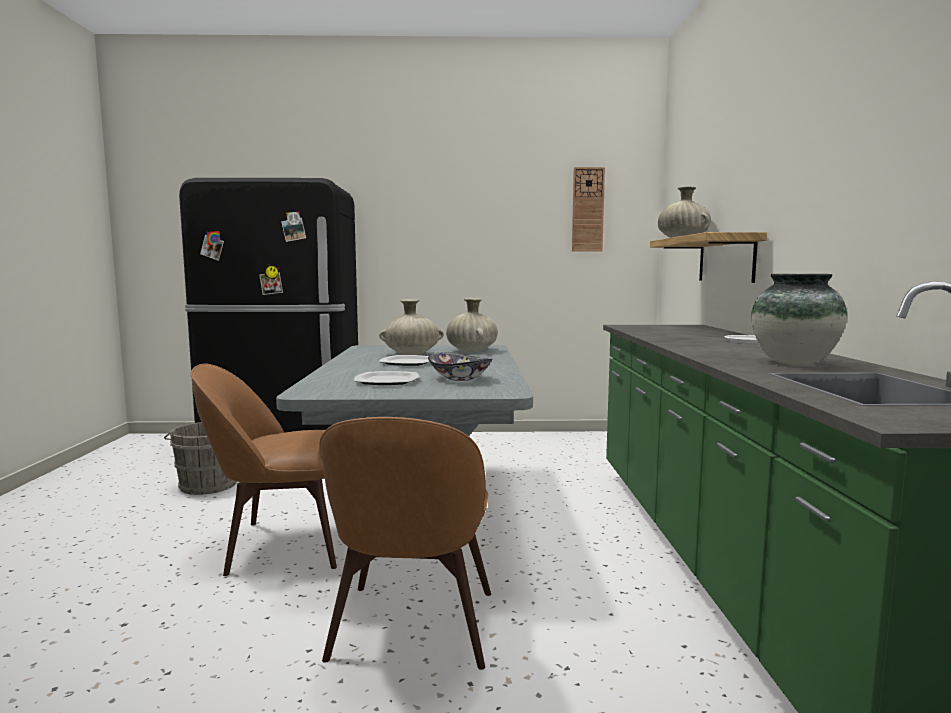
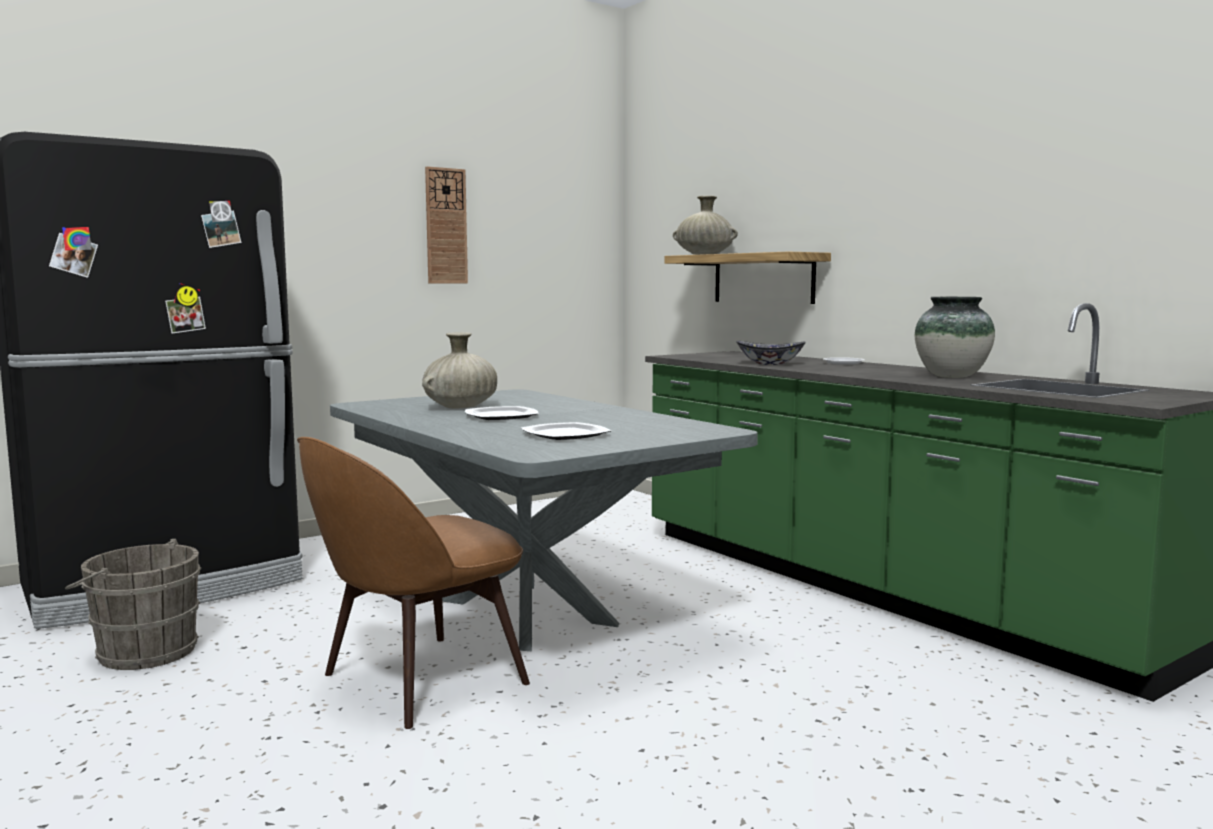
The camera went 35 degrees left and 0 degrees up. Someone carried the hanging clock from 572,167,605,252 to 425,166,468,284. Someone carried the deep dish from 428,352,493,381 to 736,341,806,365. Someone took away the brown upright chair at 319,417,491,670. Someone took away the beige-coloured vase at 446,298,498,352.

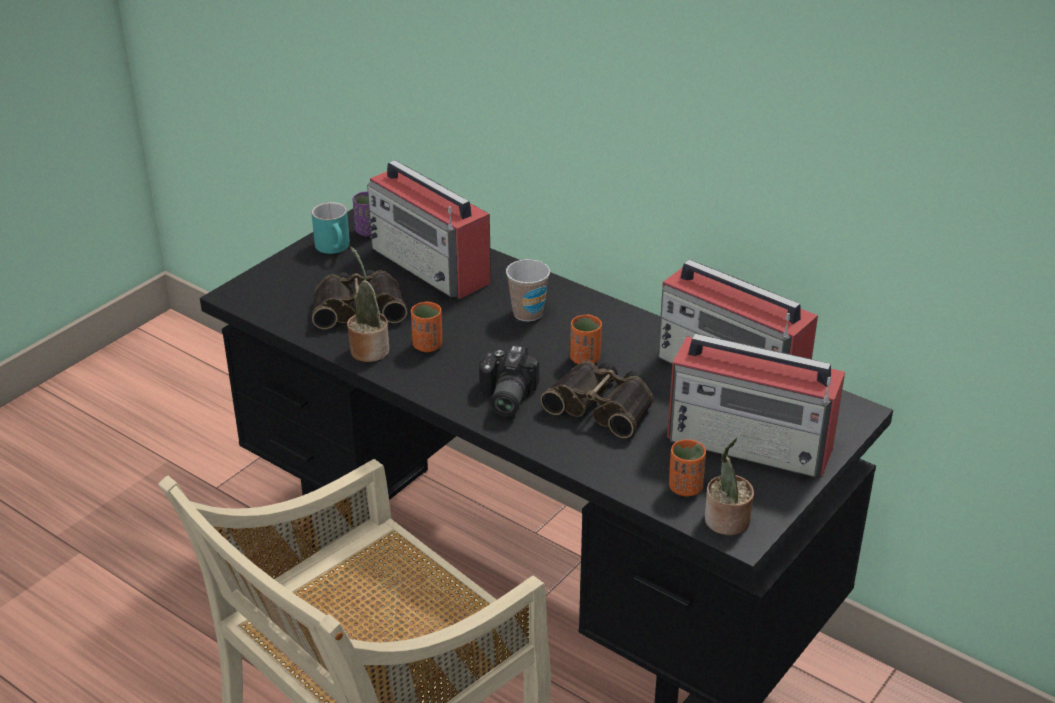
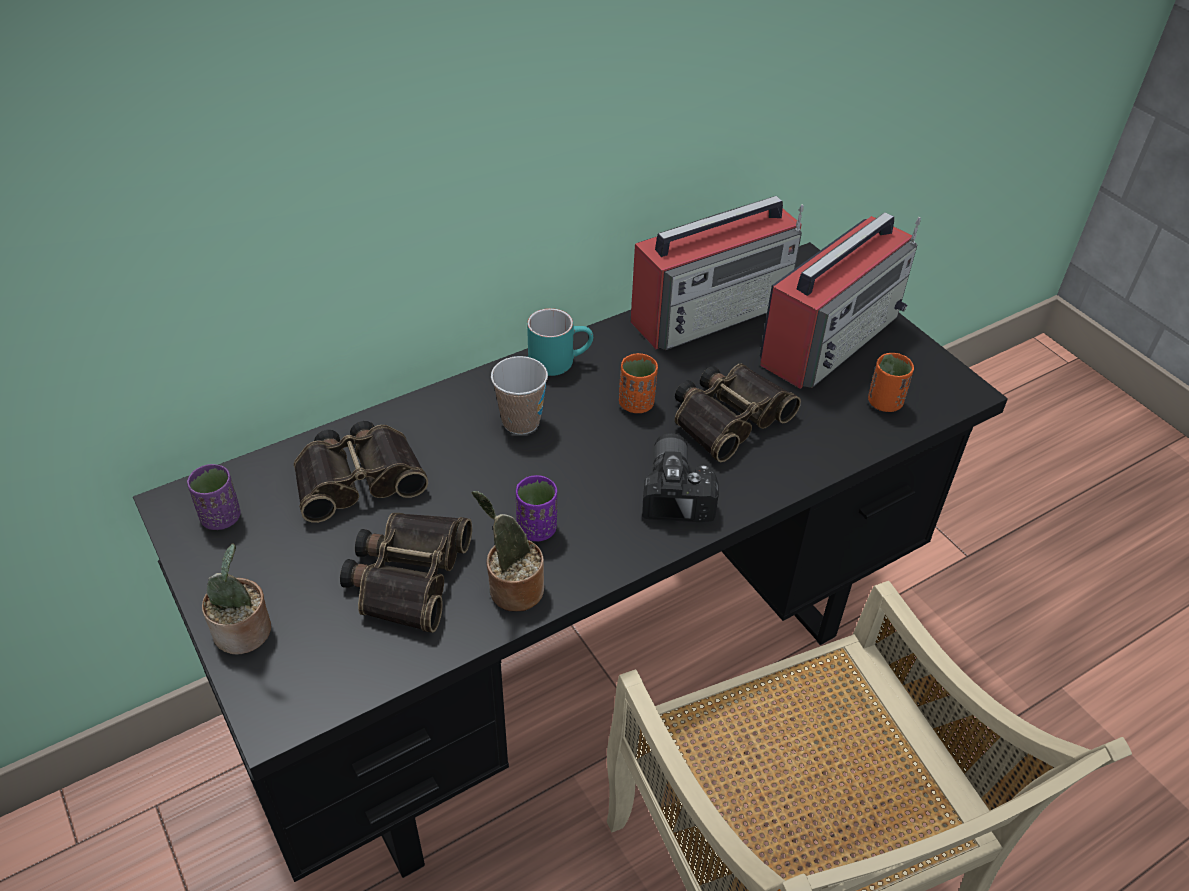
The camera went 70 degrees left and 10 degrees up. Someone carried the potted plant from 705,437,754,535 to 202,543,271,655. Someone swapped the radio at 367,160,491,299 for the pair of binoculars at 294,421,428,523. Someone repainted the orange cup at 411,301,442,352, which became the purple cup at 516,475,557,542. Someone carried the turquoise coffee mug from 311,202,350,254 to 527,308,593,376. Someone rotated the photo camera at 479,345,539,417 by 120 degrees counterclockwise.

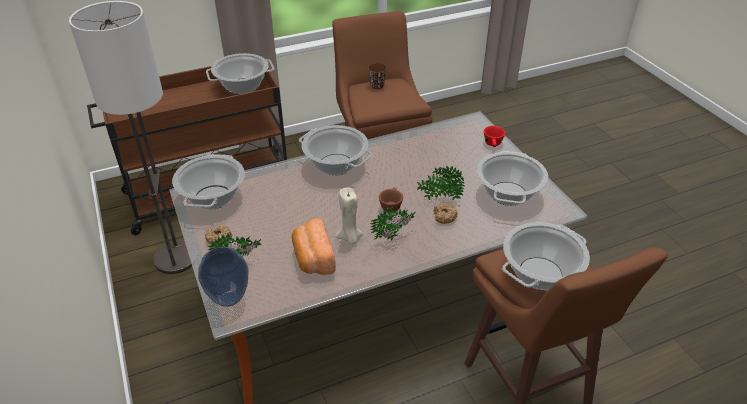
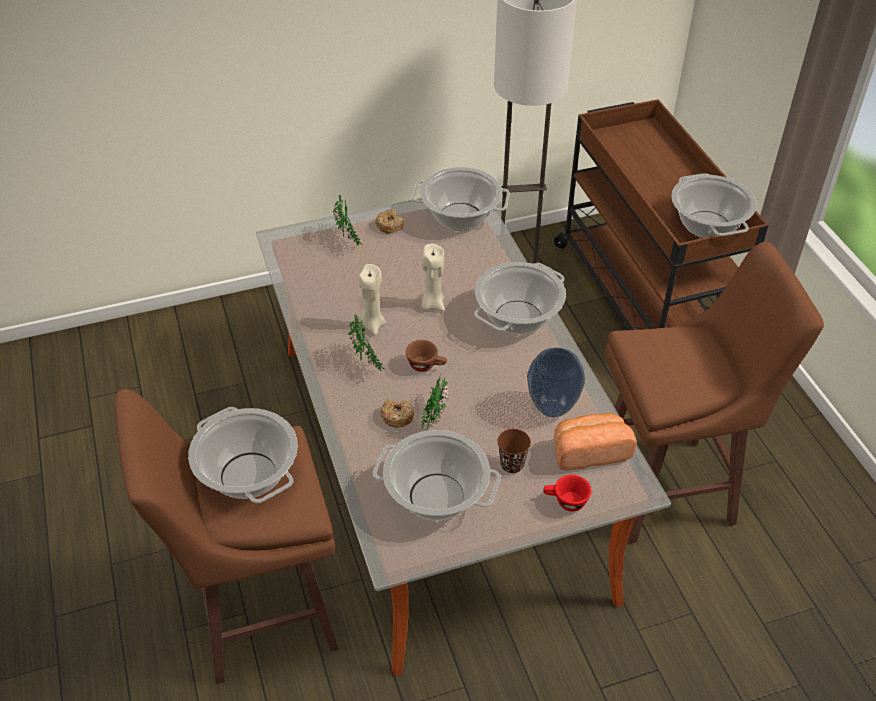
The camera went 95 degrees right and 5 degrees up. Someone put down the beige-coloured wax candle at 421,244,445,311. Someone carried the brown cup from 368,63,387,89 to 497,429,531,473. Someone carried the vase from 198,247,248,307 to 527,347,585,417. Someone carried the bread from 292,218,336,275 to 554,413,637,471.

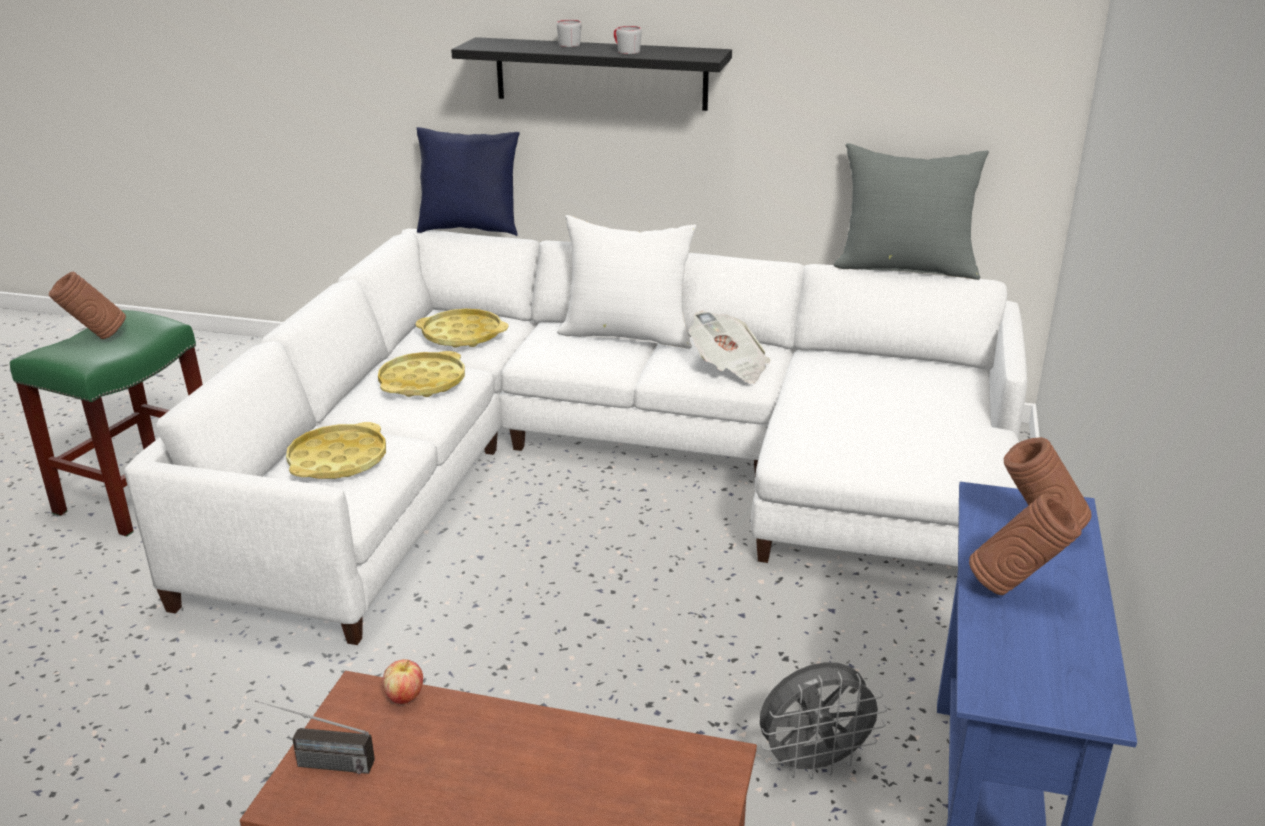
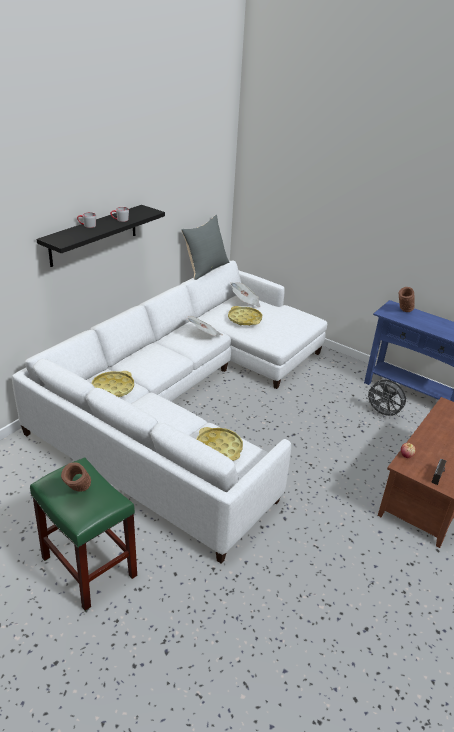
The camera went 70 degrees left and 5 degrees up. Someone carried the yellow carrying tray from 378,351,465,397 to 228,306,262,326. Someone put down the printed paper at 230,282,261,307. Someone rotated the greyish electric fan at 760,662,888,779 by 120 degrees clockwise. Someone took away the blue-coloured cushion at 416,127,520,236. Someone took away the white cushion at 557,215,696,349. Someone took away the brown vase at 969,494,1082,595.

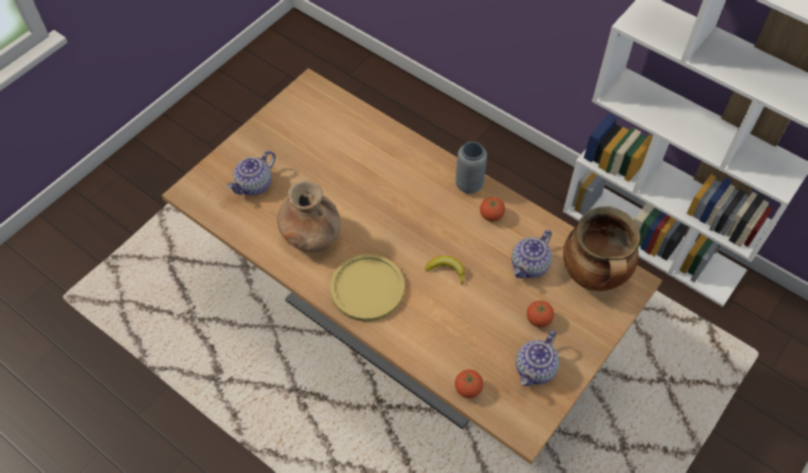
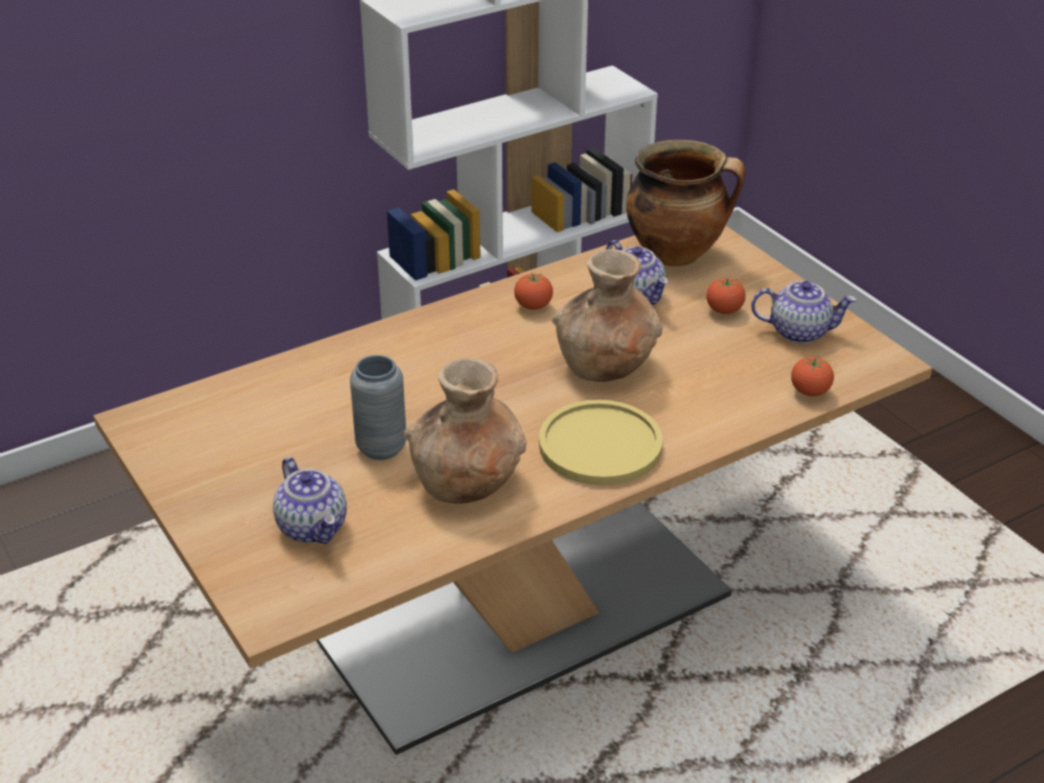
The camera went 70 degrees left and 20 degrees down. Someone carried the greyish vase from 455,142,487,194 to 350,355,406,460. Someone swapped the banana at 425,256,465,285 for the brown vase at 552,249,663,382. Someone rotated the teapot at 516,330,559,386 by 45 degrees counterclockwise.

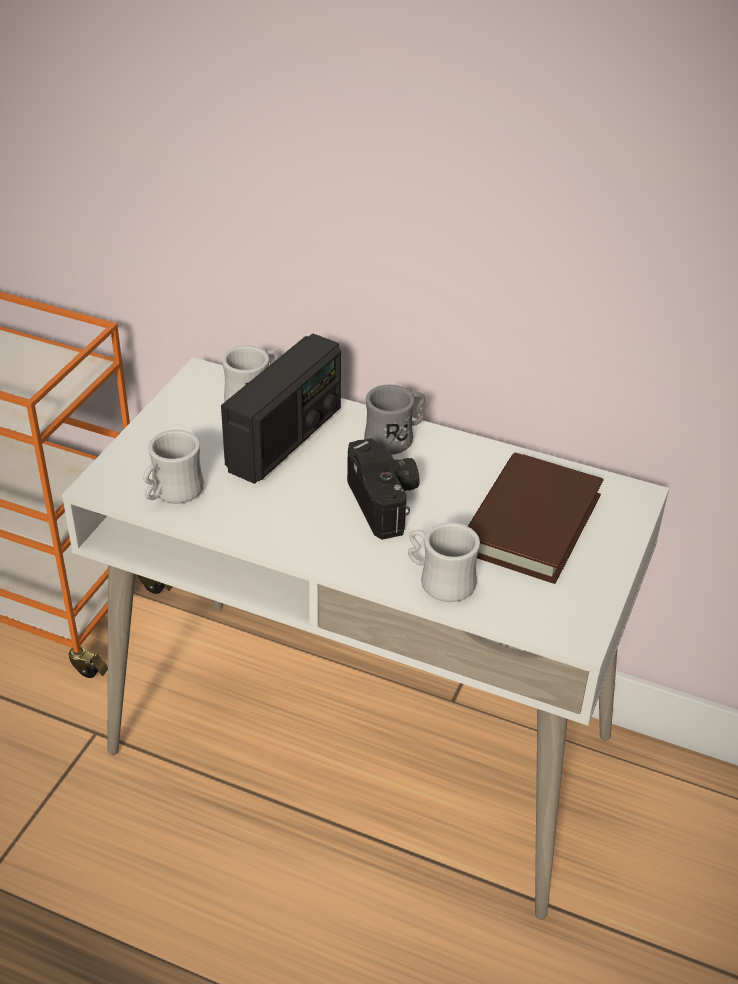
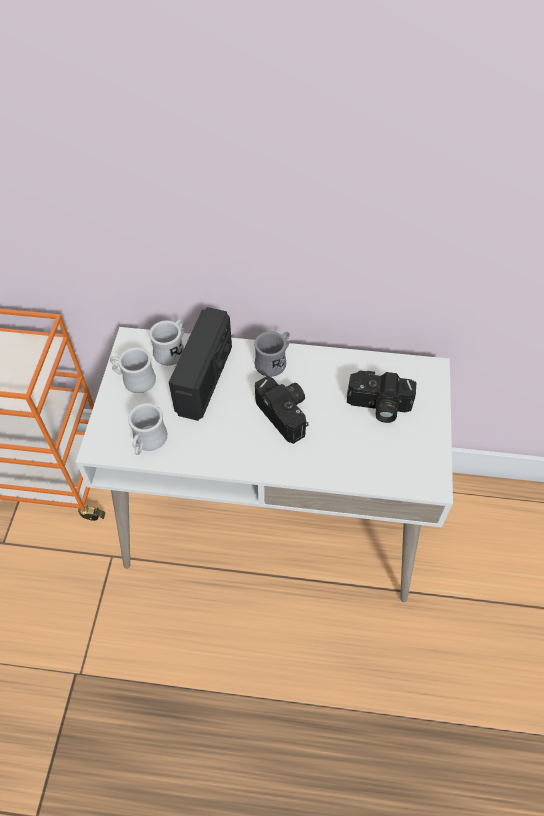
The camera went 15 degrees left and 15 degrees up. Someone carried the white coffee mug from 408,522,480,602 to 110,347,156,393. Someone swapped the brown book at 468,453,603,584 for the photo camera at 347,371,416,423.

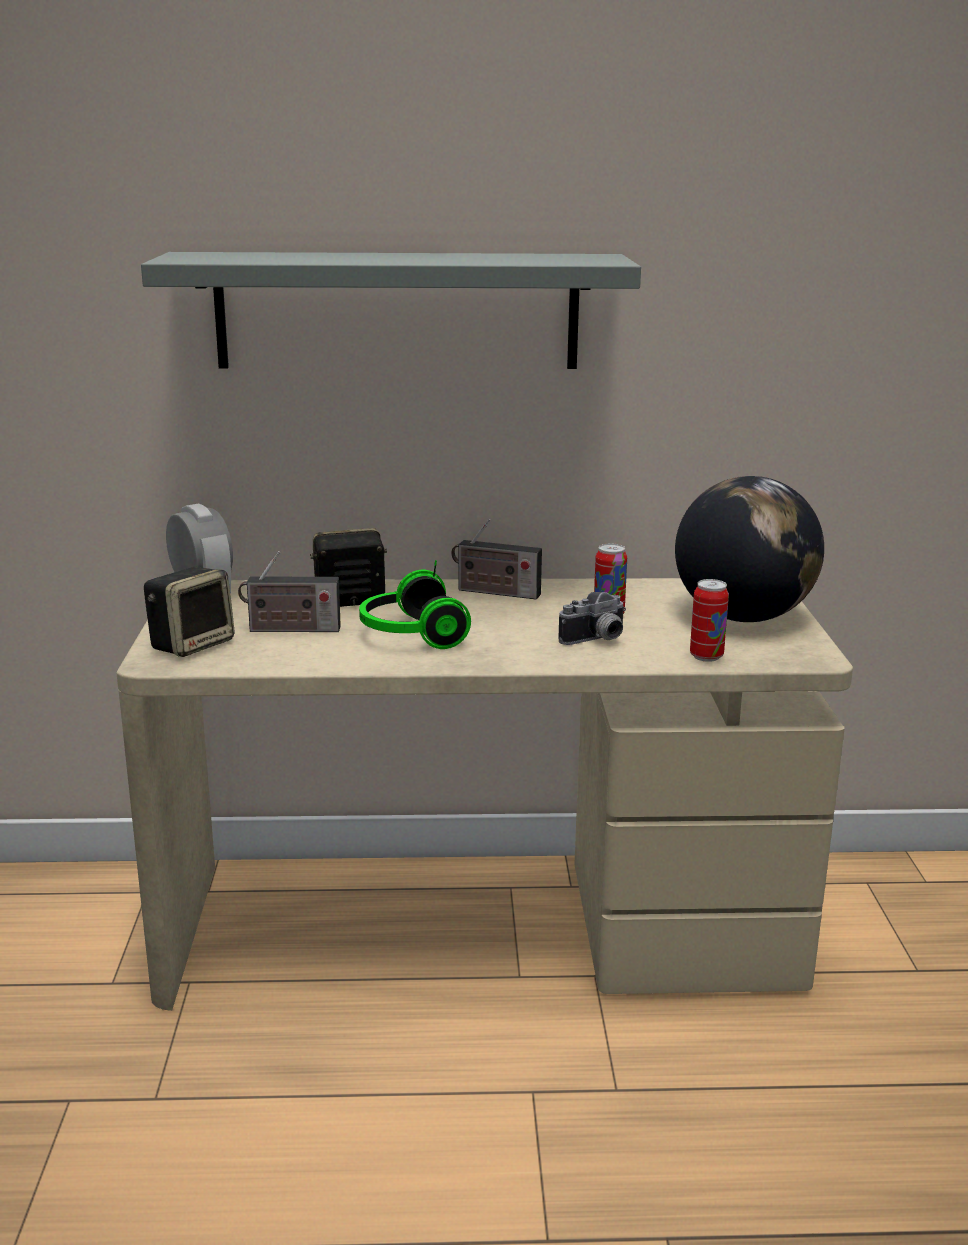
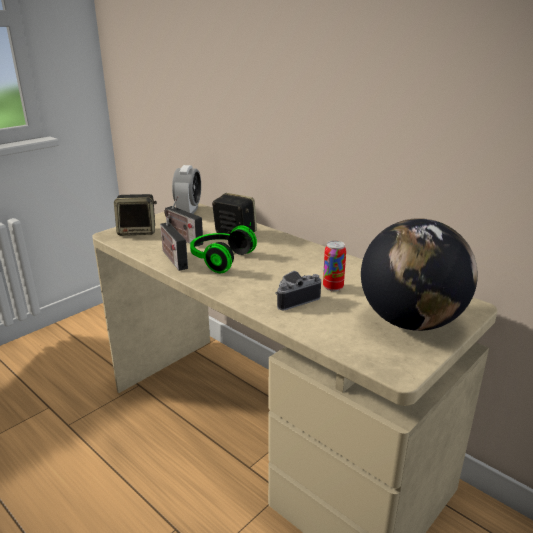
The camera went 45 degrees right and 5 degrees up. Someone carried the radio from 451,519,542,599 to 160,213,188,271. Someone rotated the photo camera at 558,592,626,645 by 135 degrees clockwise. Someone took away the greyish wall shelf at 141,252,641,369. Someone took away the metal can at 690,579,729,662.

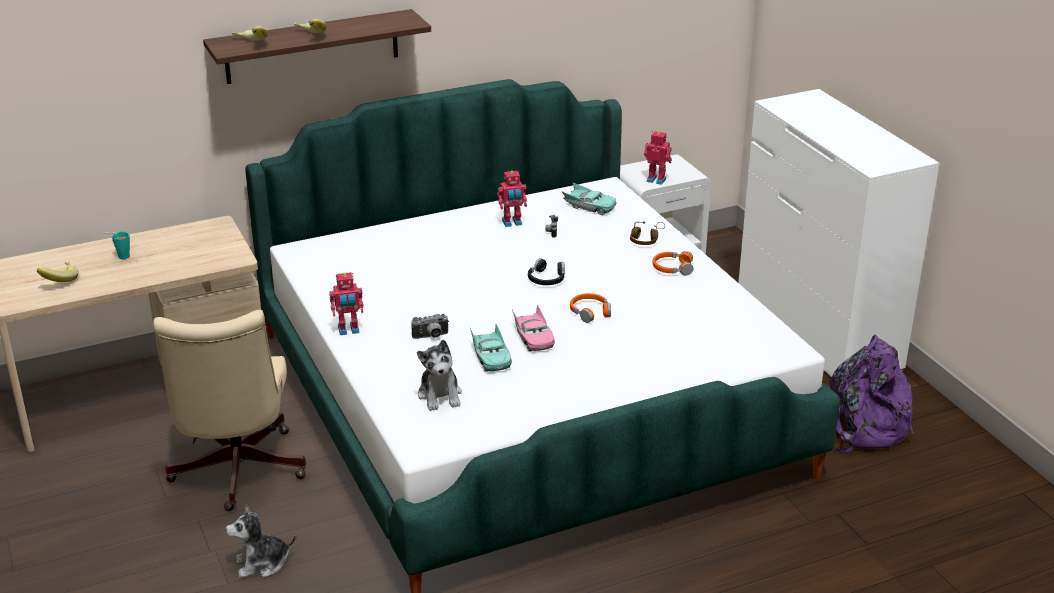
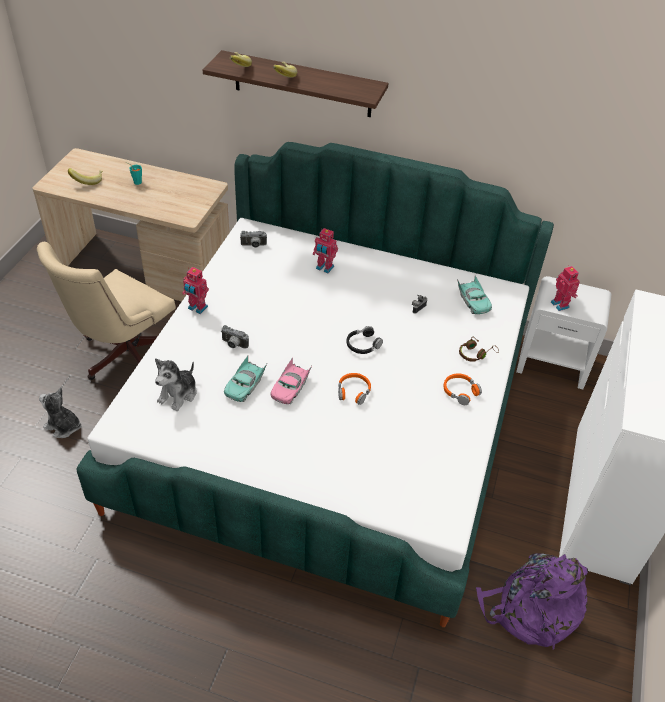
The camera went 40 degrees right and 15 degrees up. Someone put down the photo camera at 240,231,267,248. Someone carried the robot figure from 497,171,527,227 to 313,228,338,273.

